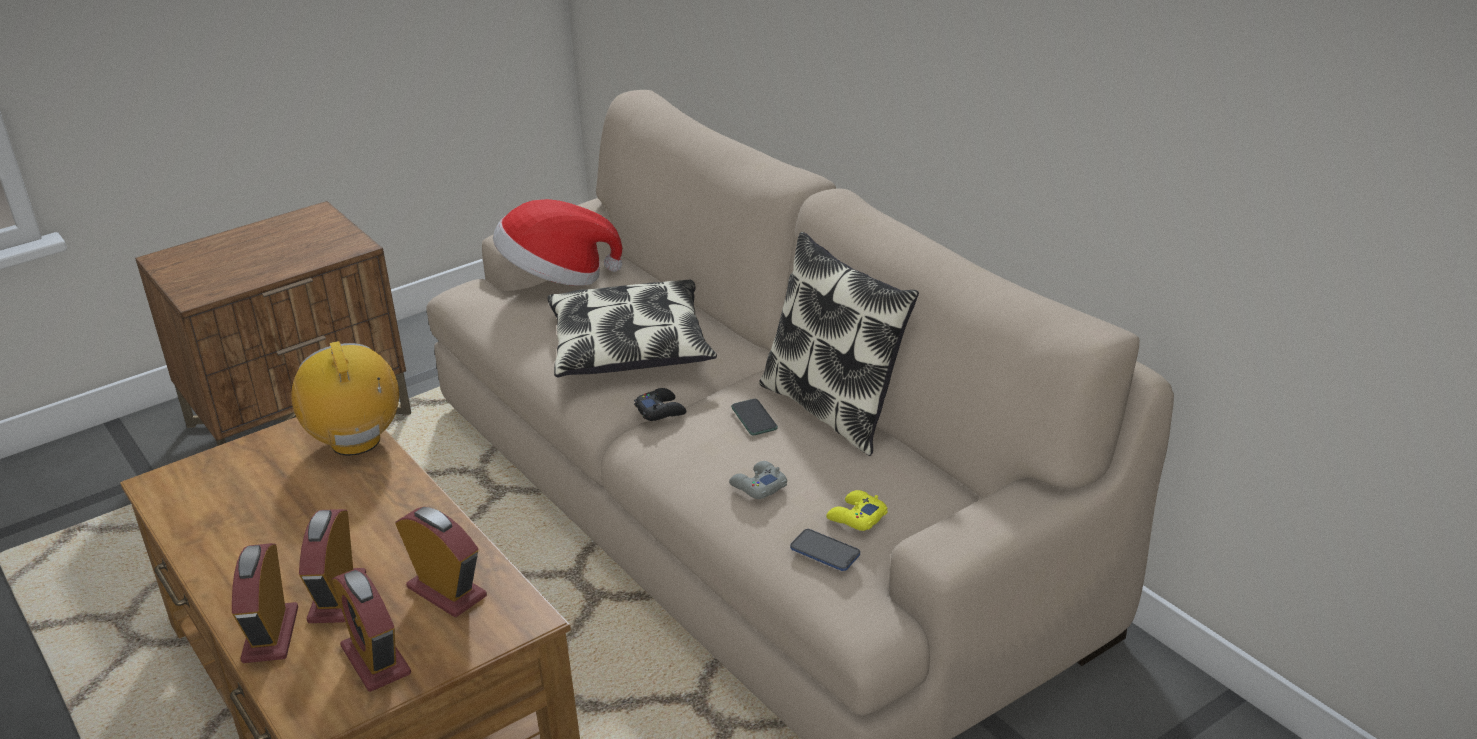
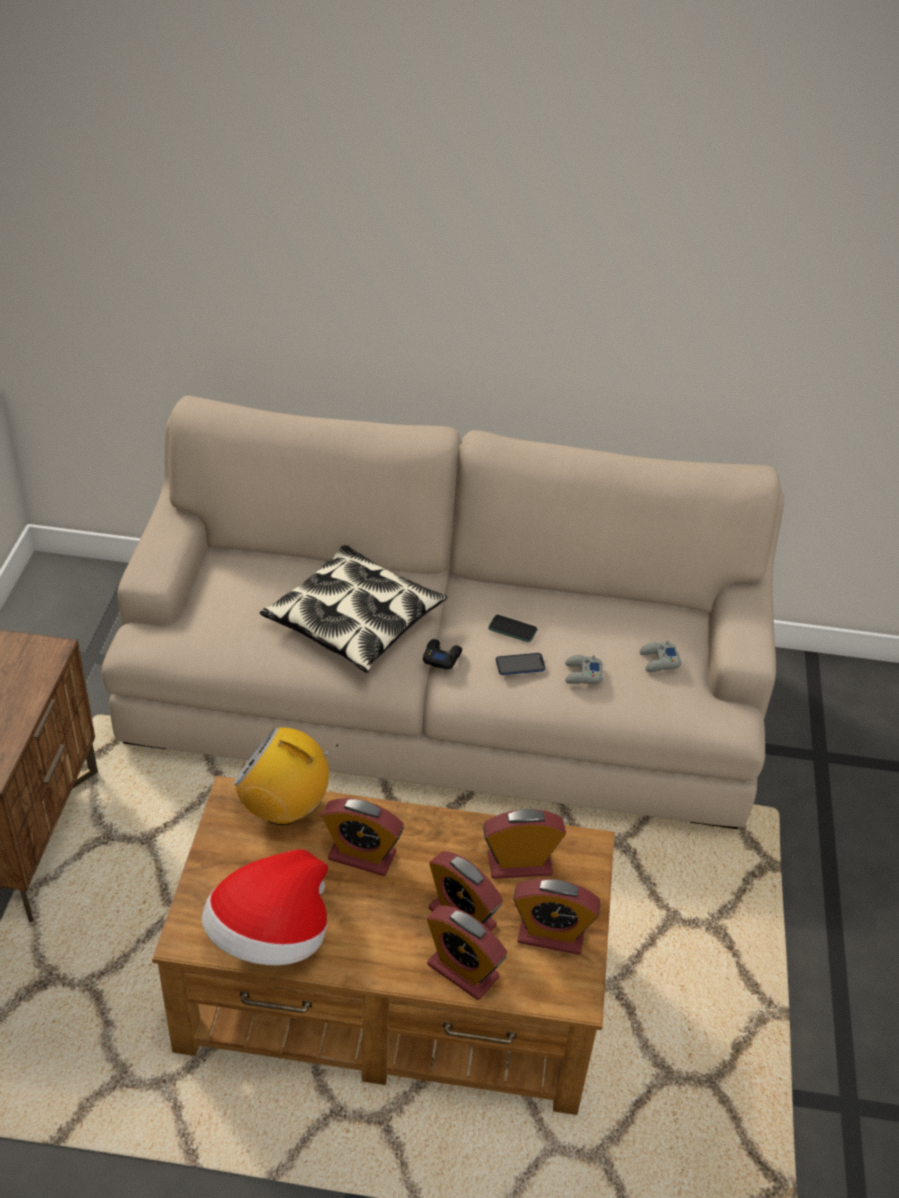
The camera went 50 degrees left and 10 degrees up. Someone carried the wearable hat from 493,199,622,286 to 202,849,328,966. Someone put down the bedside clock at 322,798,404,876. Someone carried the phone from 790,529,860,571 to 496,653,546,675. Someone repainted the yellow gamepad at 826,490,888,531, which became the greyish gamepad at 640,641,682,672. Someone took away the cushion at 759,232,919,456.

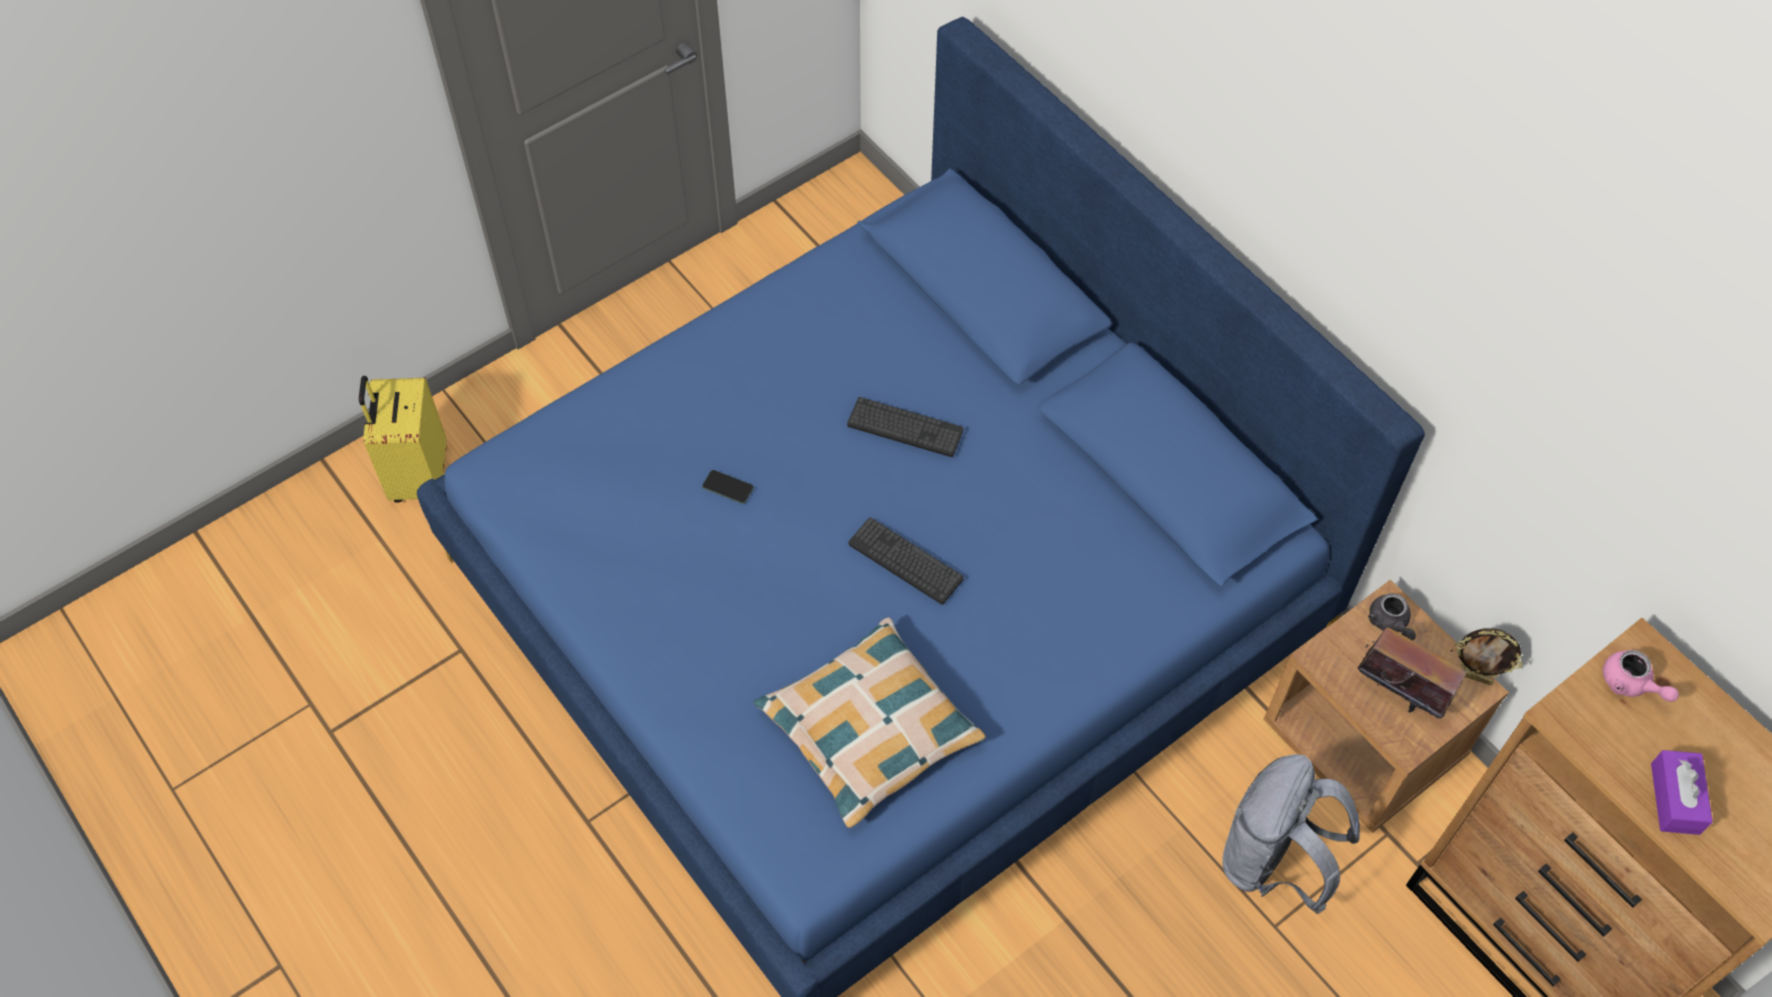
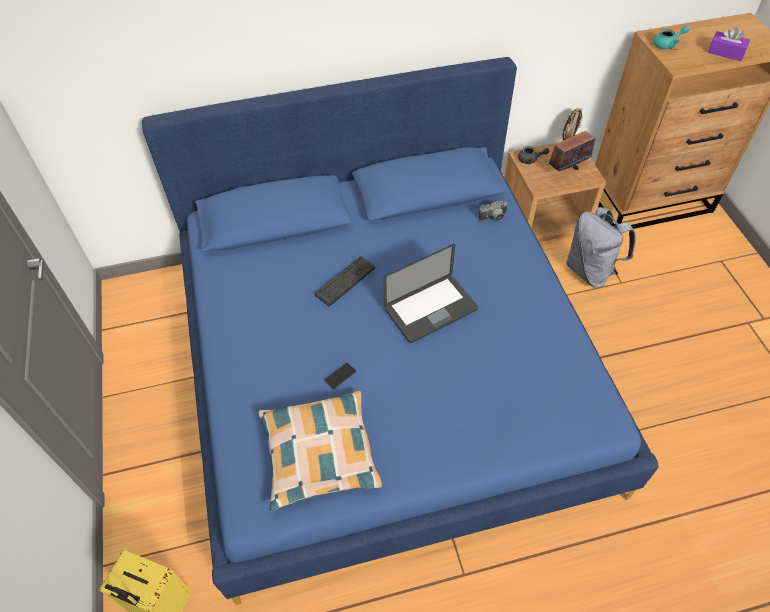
The camera went 65 degrees left and 5 degrees down. Someone carried the cushion from 754,617,986,828 to 259,391,382,511. Someone swapped the keyboard at 849,518,964,605 for the laptop at 383,244,478,343. Someone put down the photo camera at 479,200,508,221. Someone repainted the pink teapot at 1603,650,1679,702, which became the turquoise teapot at 653,25,690,49.

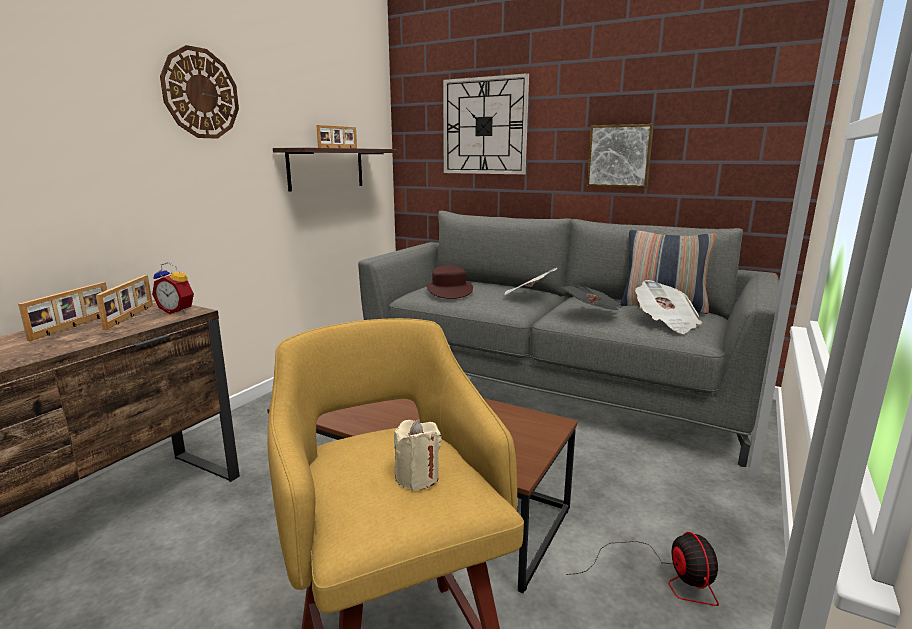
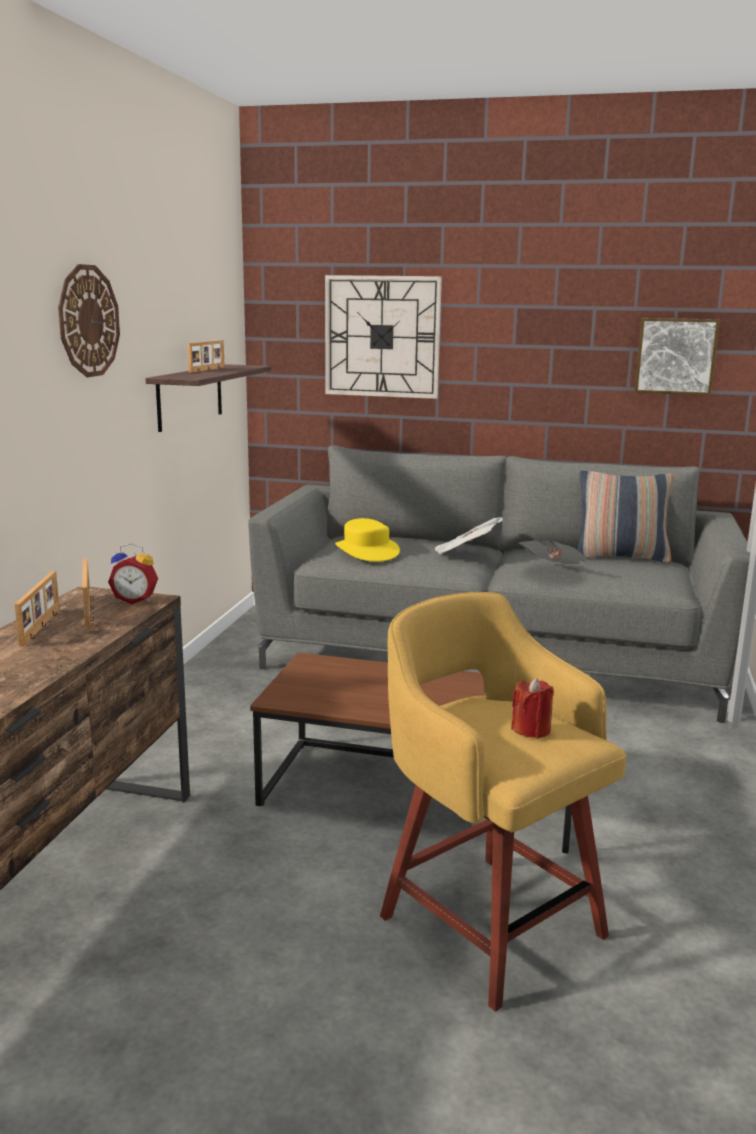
The camera went 15 degrees left and 0 degrees up. Someone repainted the brown wearable hat at 426,265,473,299, which became the yellow wearable hat at 335,518,400,562. Someone repainted the beige-coloured wax candle at 394,419,441,491, which became the reddish wax candle at 511,678,554,738. Someone carried the wall picture from 587,124,654,188 to 635,318,720,396. Someone took away the electric fan at 566,532,719,606. Someone took away the printed paper at 635,280,702,334.

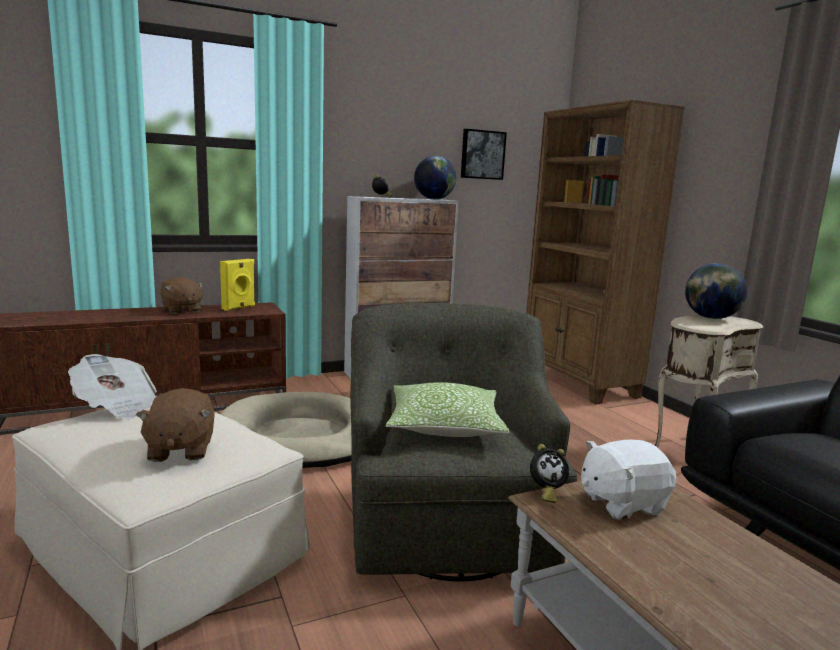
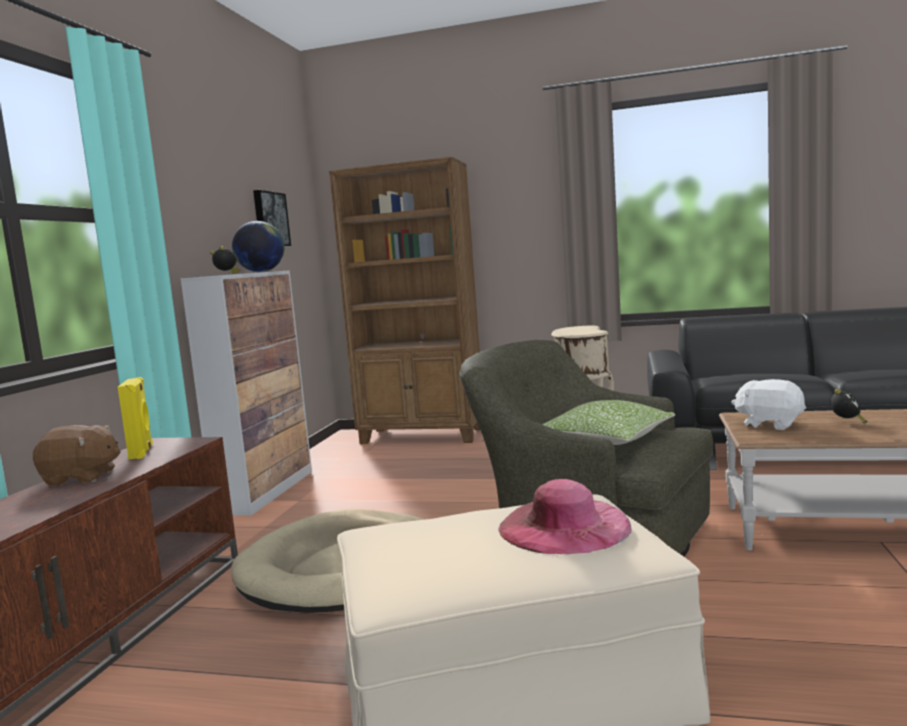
The camera went 50 degrees left and 5 degrees down. Someone swapped the brown cuddly toy at 136,388,215,462 for the pink wearable hat at 498,479,632,554. Someone rotated the white cuddly toy at 581,440,676,520 by 105 degrees clockwise. Someone carried the bedside clock from 530,444,569,503 to 830,388,867,423. Someone took away the printed paper at 68,354,157,420. Someone took away the globe at 685,263,748,319.

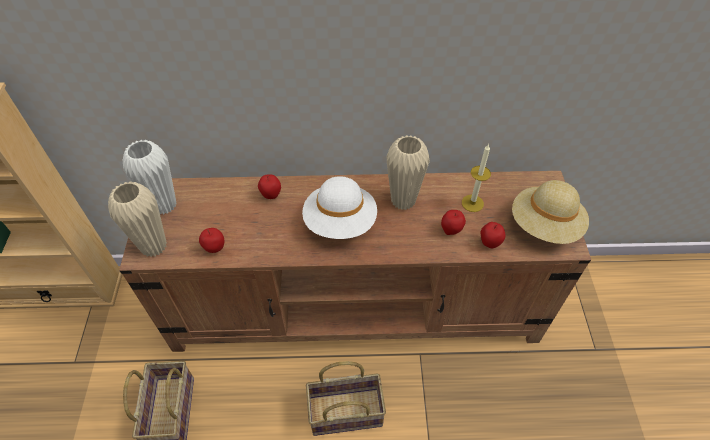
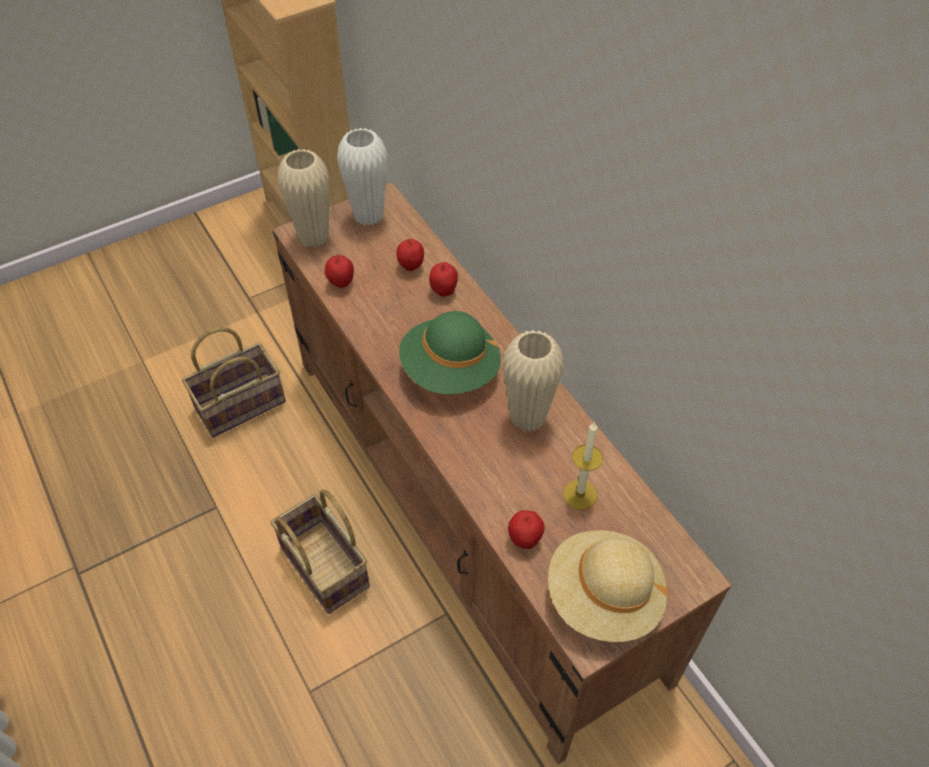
The camera went 60 degrees right and 0 degrees up. Someone carried the apple from 441,210,466,235 to 396,239,424,271. Someone repainted the white wearable hat at 302,176,377,239, which became the greenish wearable hat at 399,311,501,394.

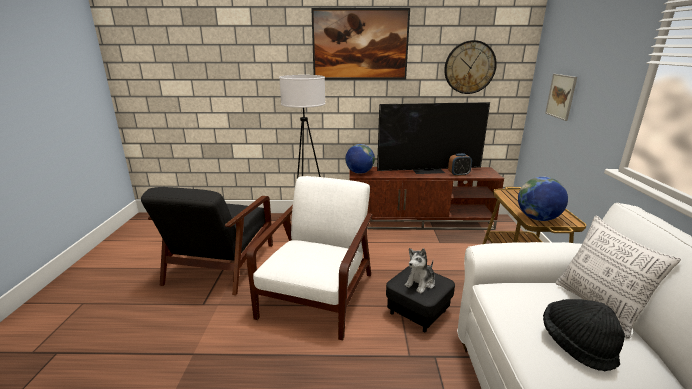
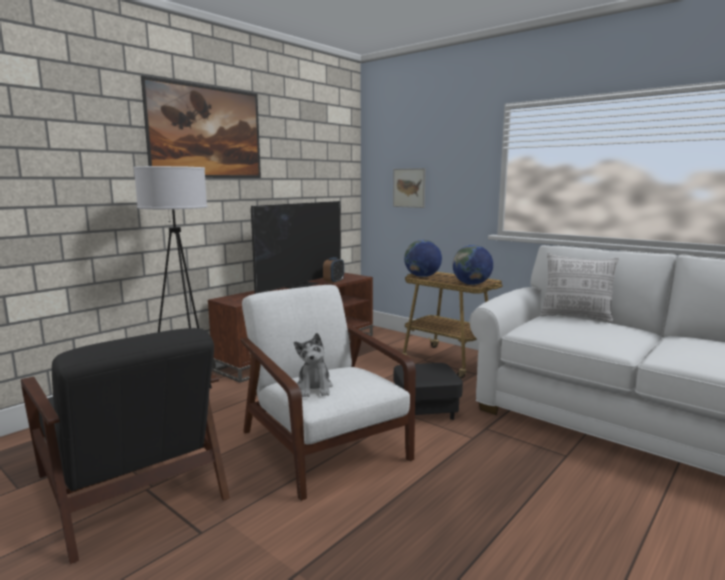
The camera went 50 degrees left and 10 degrees down. Someone carried the cuddly toy from 405,248,435,294 to 294,333,333,397. Someone carried the globe from 345,144,375,174 to 404,240,442,277. Someone took away the hanging clock at 444,40,497,94. Someone took away the blackish wearable hat at 543,299,625,372.

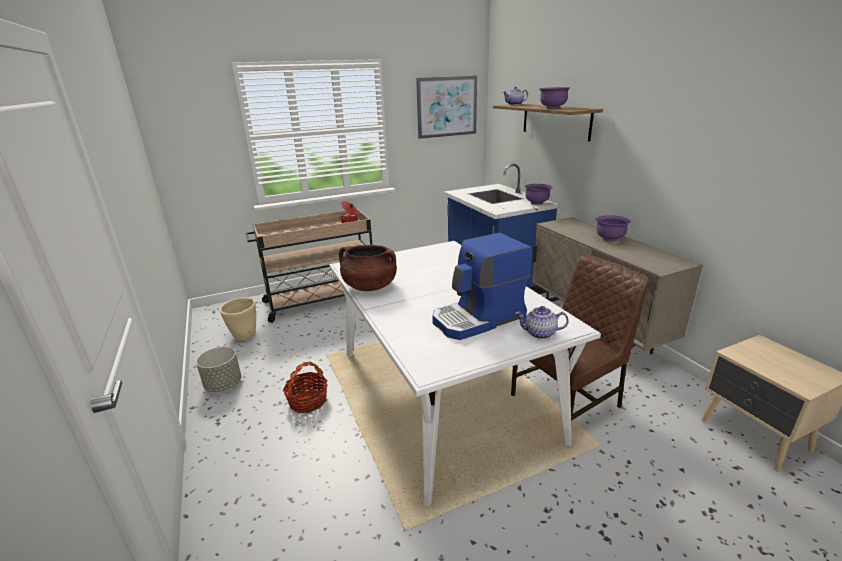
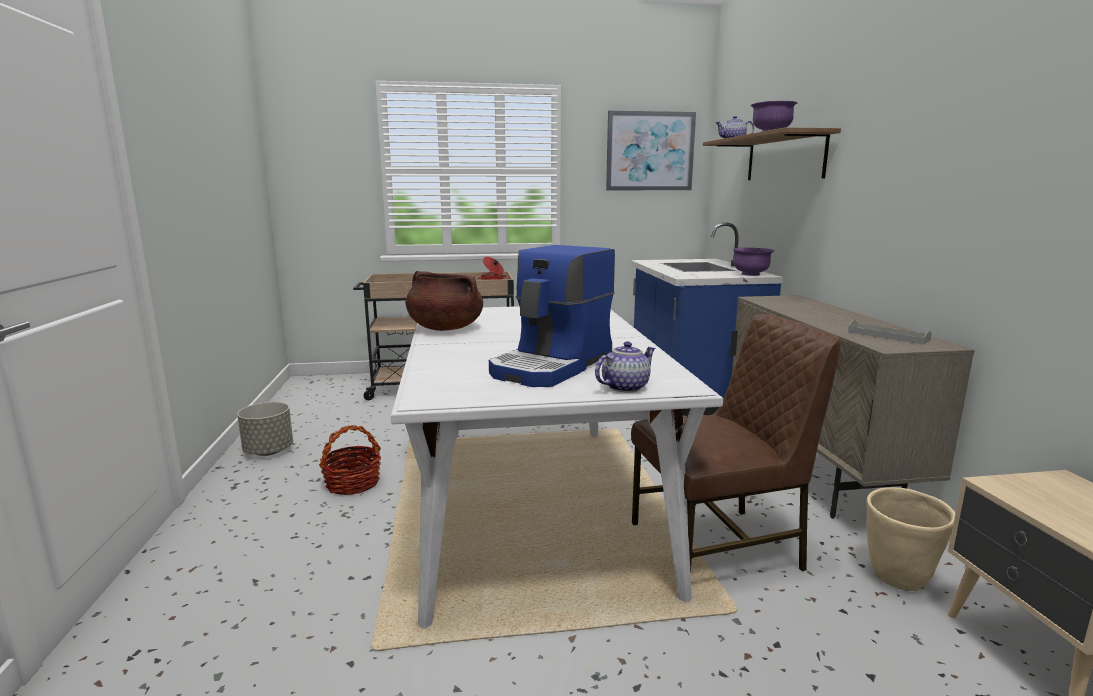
The camera went 15 degrees right and 10 degrees down. Someone rotated the coffee maker at 432,233,532,340 by 45 degrees counterclockwise. Someone rotated the teapot at 515,306,569,339 by 120 degrees clockwise. Someone put down the greyish carrying tray at 848,319,932,345. Someone carried the beige-coloured plant pot from 220,297,256,341 to 866,487,955,591. Someone took away the purple deep dish at 595,215,631,242.

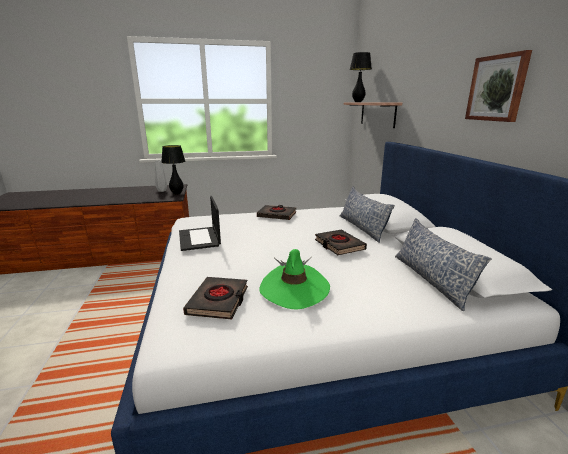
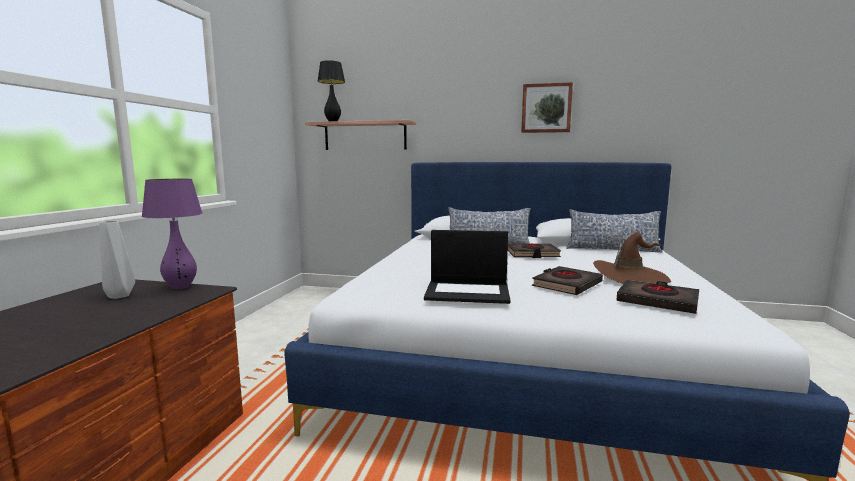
The camera went 65 degrees left and 10 degrees down. Someone repainted the blackish table lamp at 161,145,185,195, which became the purple table lamp at 142,179,203,289. Someone carried the blackish book from 257,205,296,220 to 532,266,603,295. Someone repainted the greenish wearable hat at 259,249,330,309, which became the brown wearable hat at 593,232,671,284.

